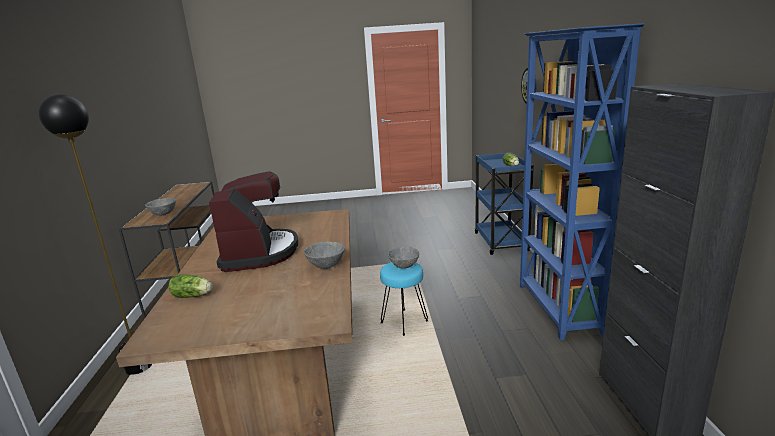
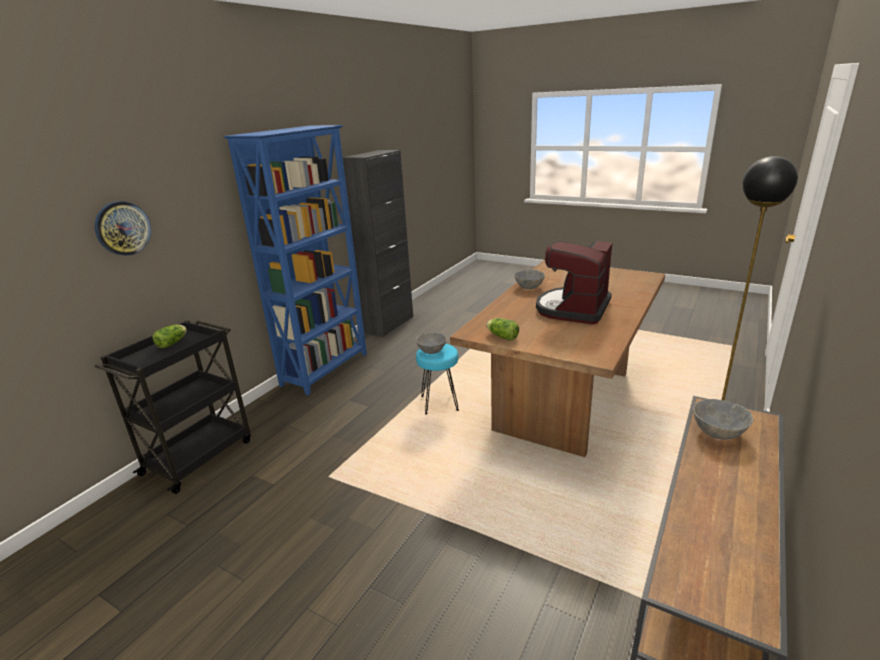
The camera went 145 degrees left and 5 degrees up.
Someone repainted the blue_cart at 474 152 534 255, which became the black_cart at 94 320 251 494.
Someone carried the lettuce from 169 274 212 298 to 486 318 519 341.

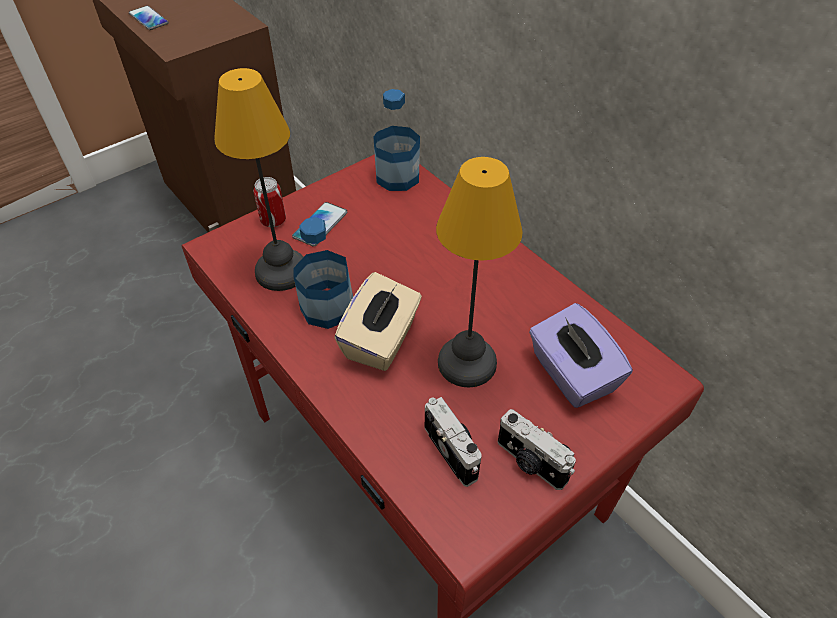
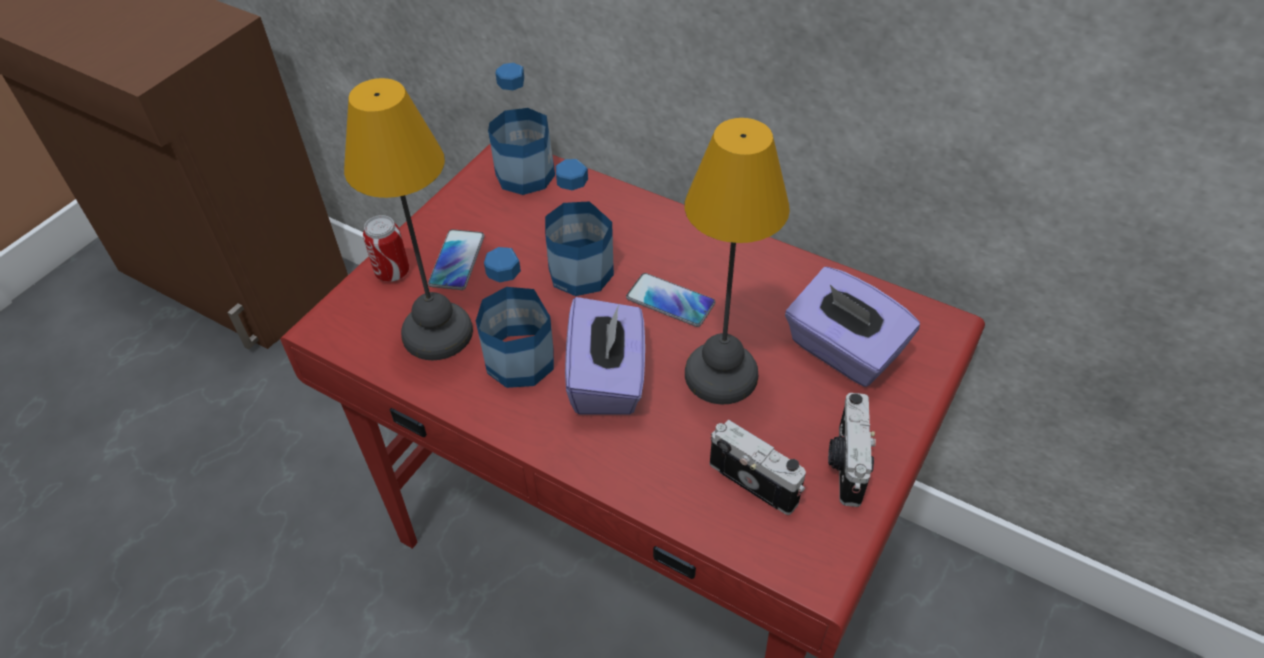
The camera went 20 degrees left and 0 degrees up.
Someone carried the phone from 129 6 169 30 to 626 273 715 327.
Someone repainted the beige_tissue_box at 334 272 422 371, which became the purple_tissue_box at 565 297 645 415.
Someone rotated the photo_camera at 498 409 576 490 by 75 degrees clockwise.
Someone put down the bottle at 545 159 614 296.

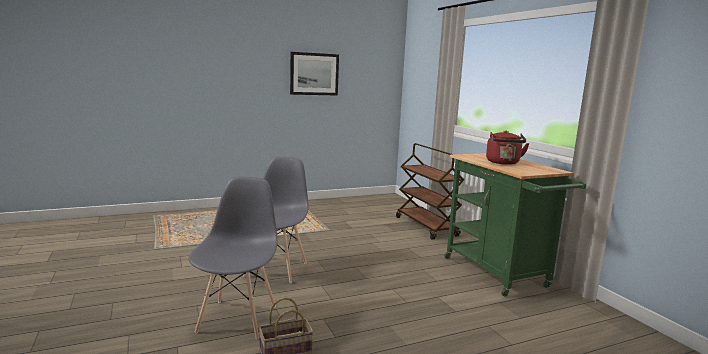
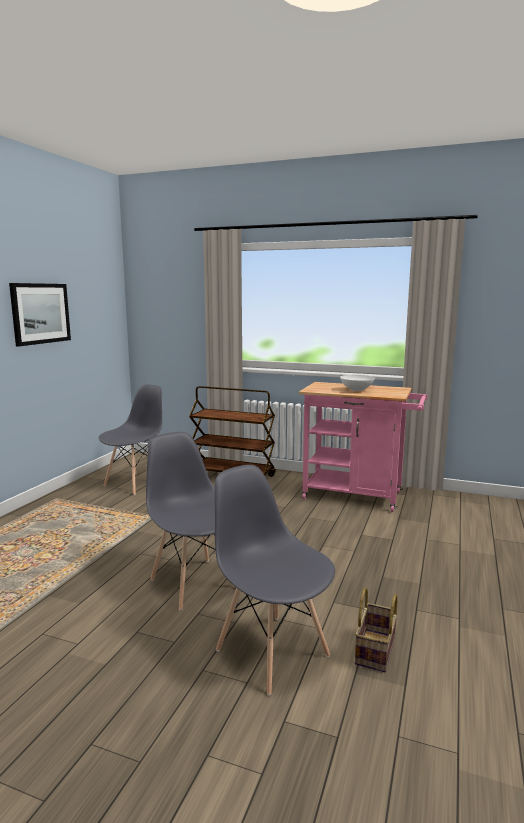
The camera went 45 degrees left and 0 degrees up.
Someone swapped the red_kettle at 486 131 530 165 for the white_bowl at 340 375 375 391.
Someone repainted the green_cart at 445 153 586 297, which became the pink_cart at 299 382 428 512.
Someone put down the grey_chair at 99 385 162 495.

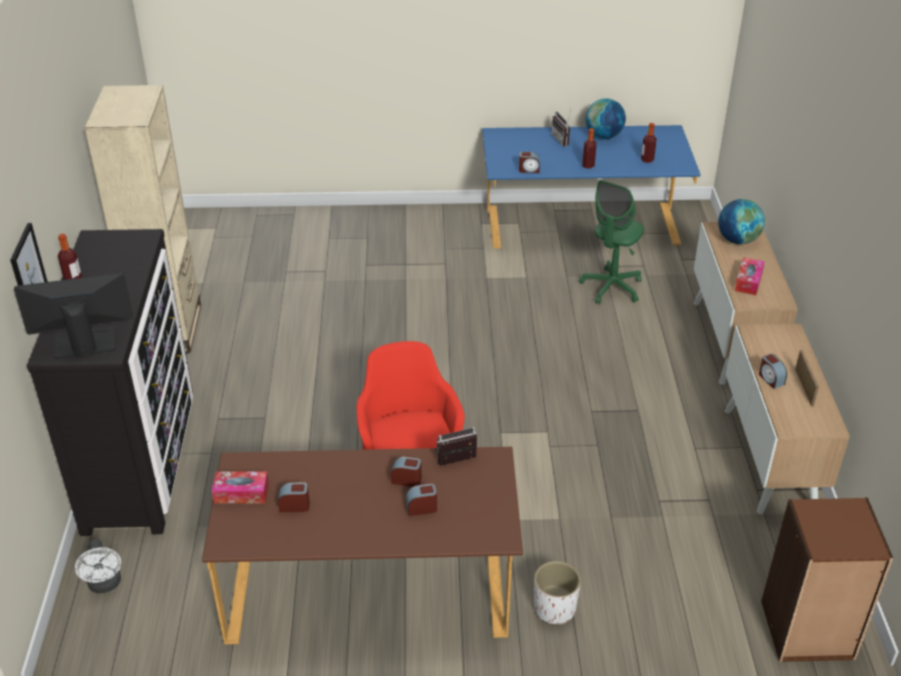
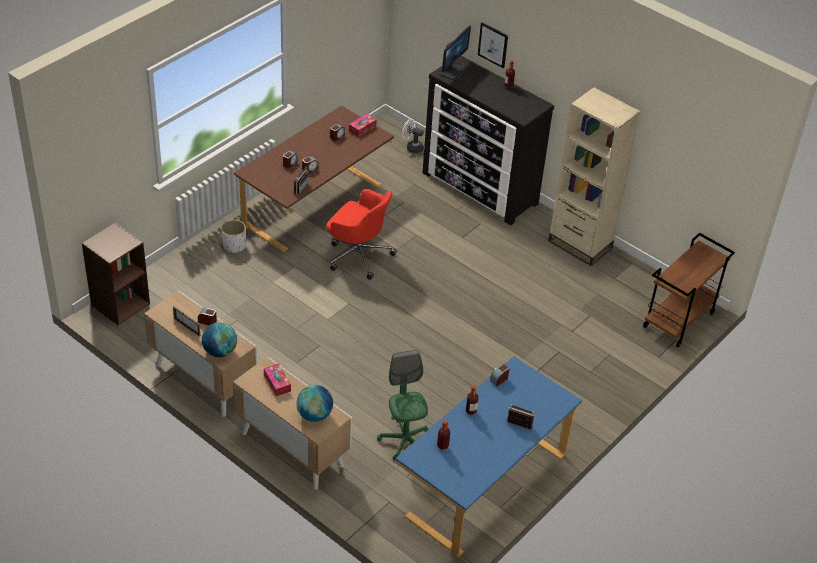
The camera went 130 degrees right and 5 degrees up.
Someone carried the globe from 586 98 626 139 to 202 322 237 357.
Someone put down the brown_cart at 643 233 735 347.

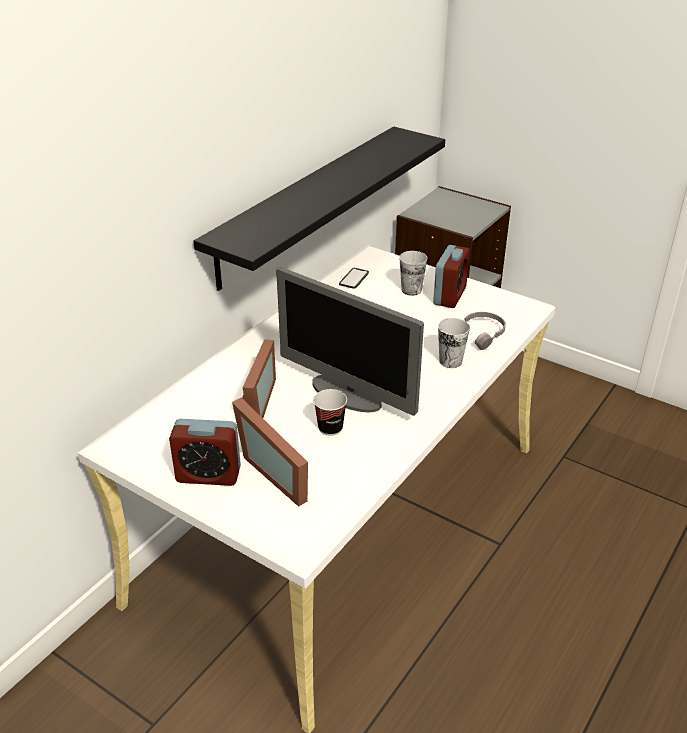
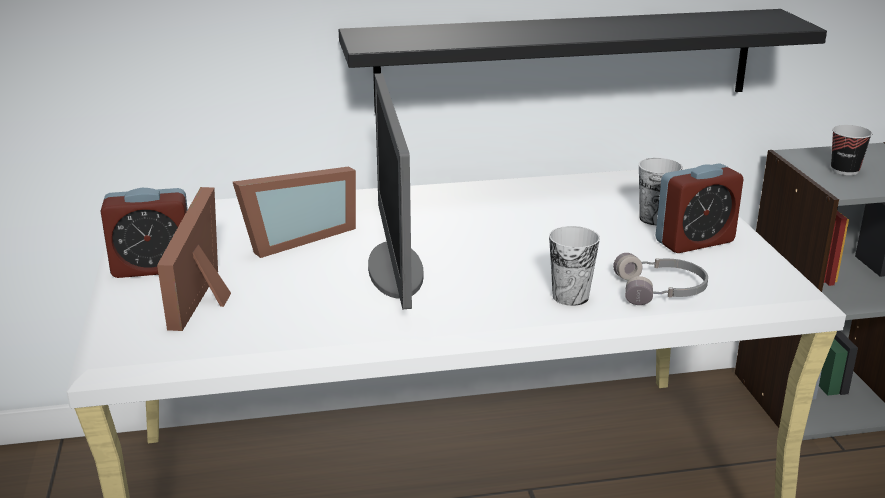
The camera went 45 degrees right and 10 degrees down.
Someone took away the phone at 339 268 369 289.
Someone carried the cup from 313 389 347 436 to 831 125 872 175.
Someone rotated the alarm_clock at 169 419 241 486 by 60 degrees counterclockwise.

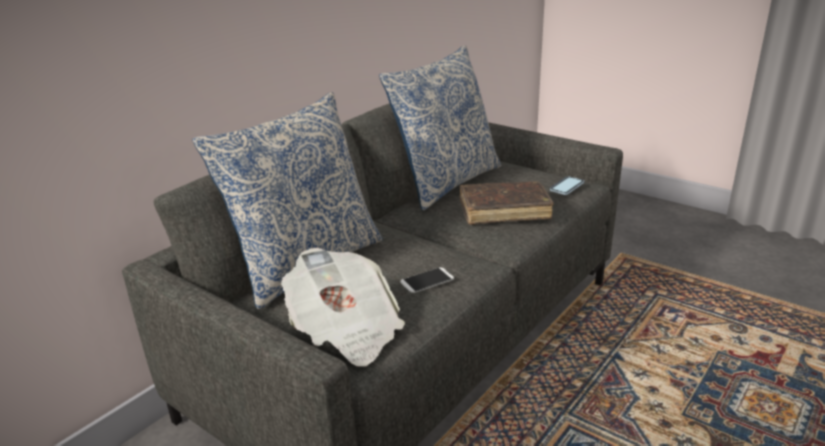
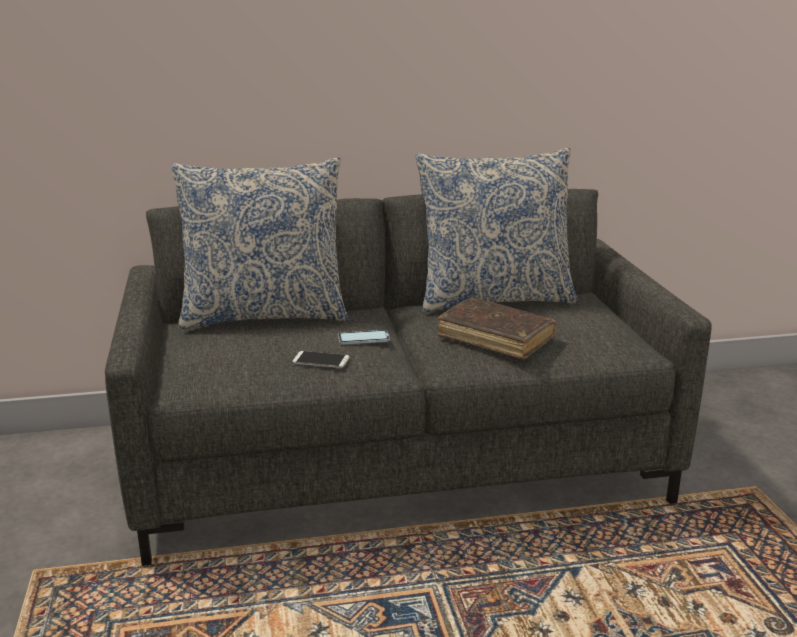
The camera went 40 degrees right and 5 degrees down.
Someone carried the phone from 550 177 584 195 to 338 330 390 345.
Someone took away the newspaper at 281 248 405 367.

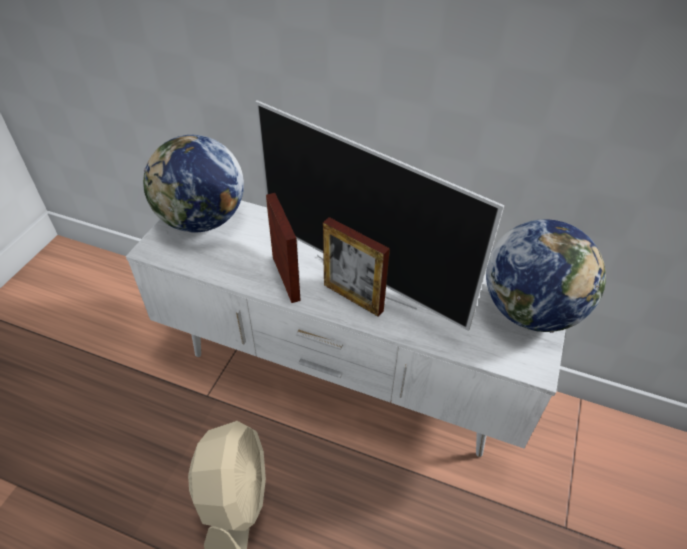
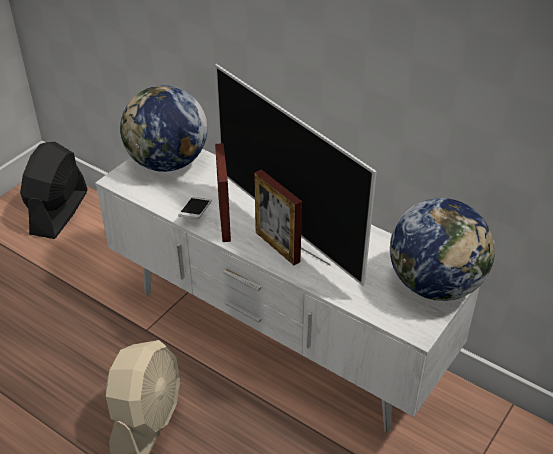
The camera went 15 degrees right and 5 degrees down.
Someone put down the black_fan at 20 142 87 239.
Someone put down the phone at 178 197 212 219.

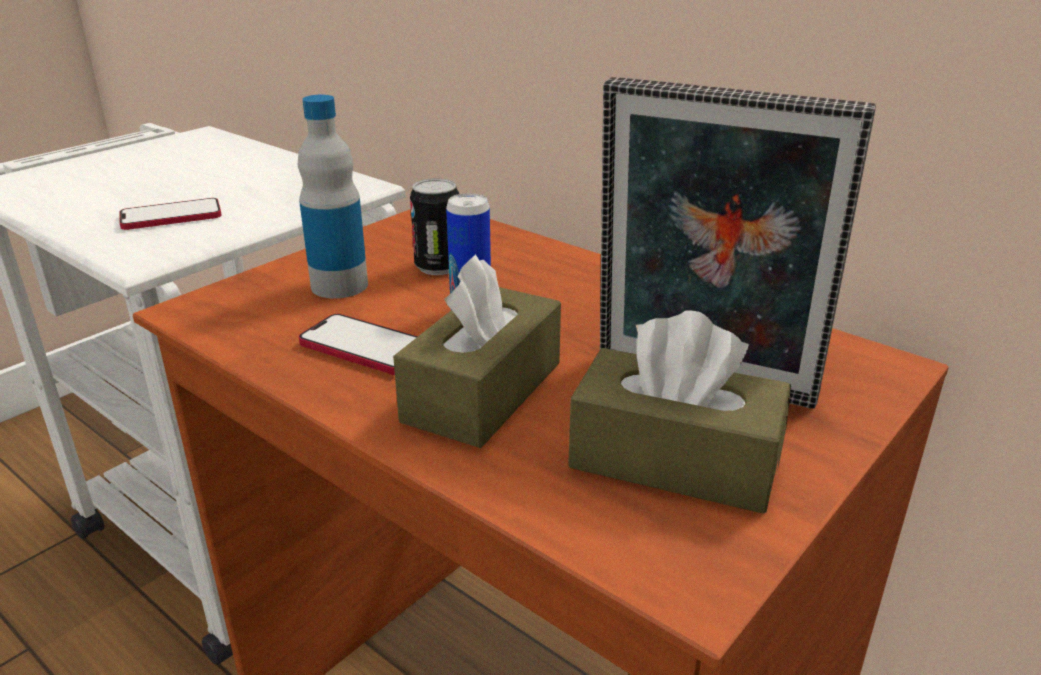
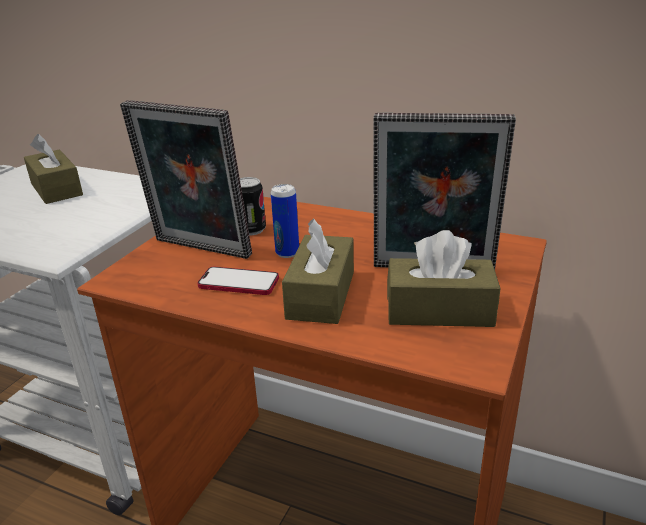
The camera went 15 degrees left and 0 degrees up.
Someone swapped the bottle at 298 95 368 298 for the picture_frame at 120 100 252 259.
Someone took away the phone at 119 198 222 230.
Someone put down the brown_tissue_box at 24 134 83 204.

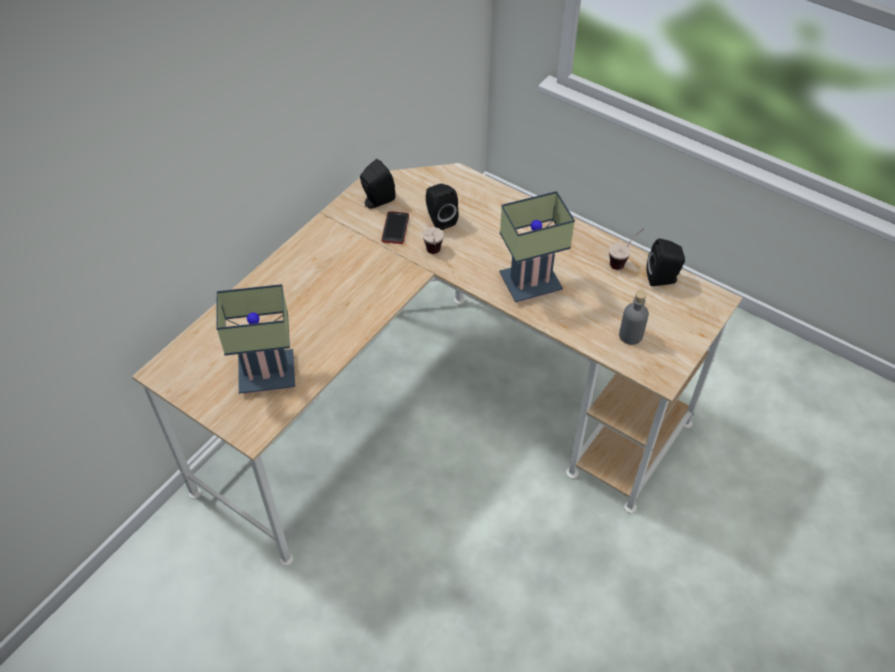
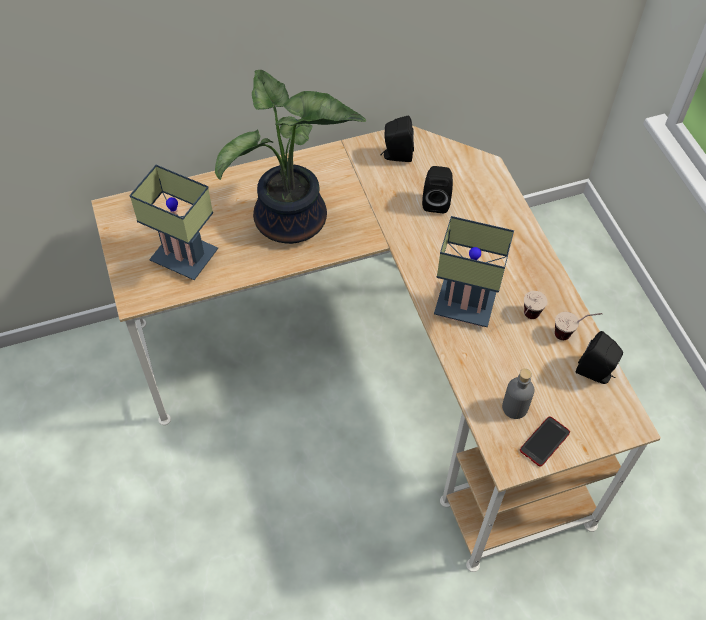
The camera went 35 degrees right and 5 degrees up.
Someone carried the phone from 382 211 409 244 to 520 416 570 467.
Someone carried the cup from 423 227 444 254 to 524 291 547 319.
Someone put down the potted_plant at 215 70 366 244.

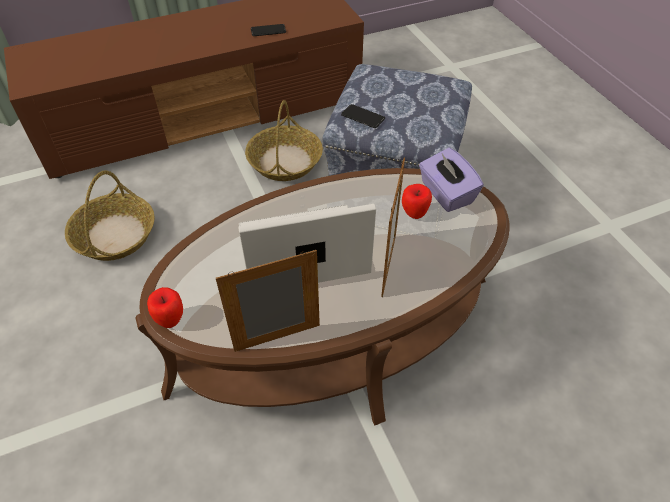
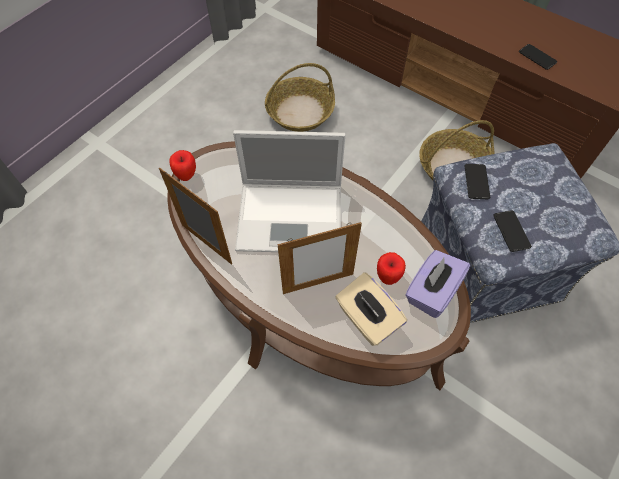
The camera went 60 degrees right and 10 degrees up.
Someone rotated the laptop at 238 204 376 283 by 135 degrees clockwise.
Someone put down the phone at 493 210 531 252.
Someone put down the beige_tissue_box at 335 272 407 346.

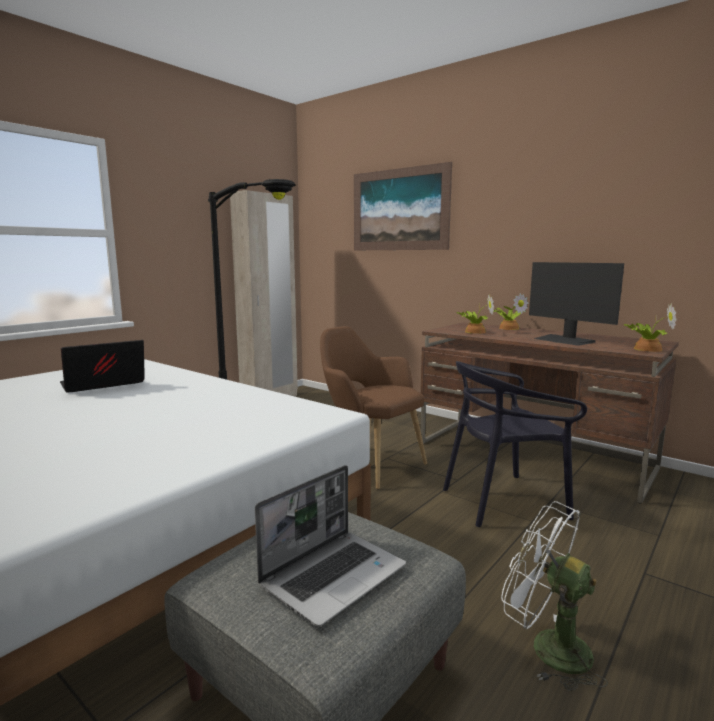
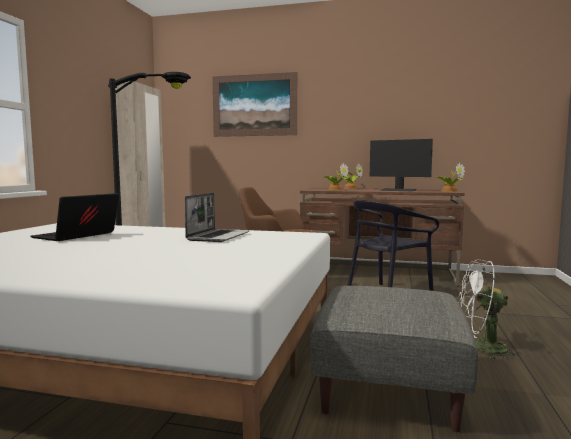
The camera went 25 degrees left and 5 degrees down.
Someone carried the laptop from 255 465 406 627 to 185 193 249 242.

